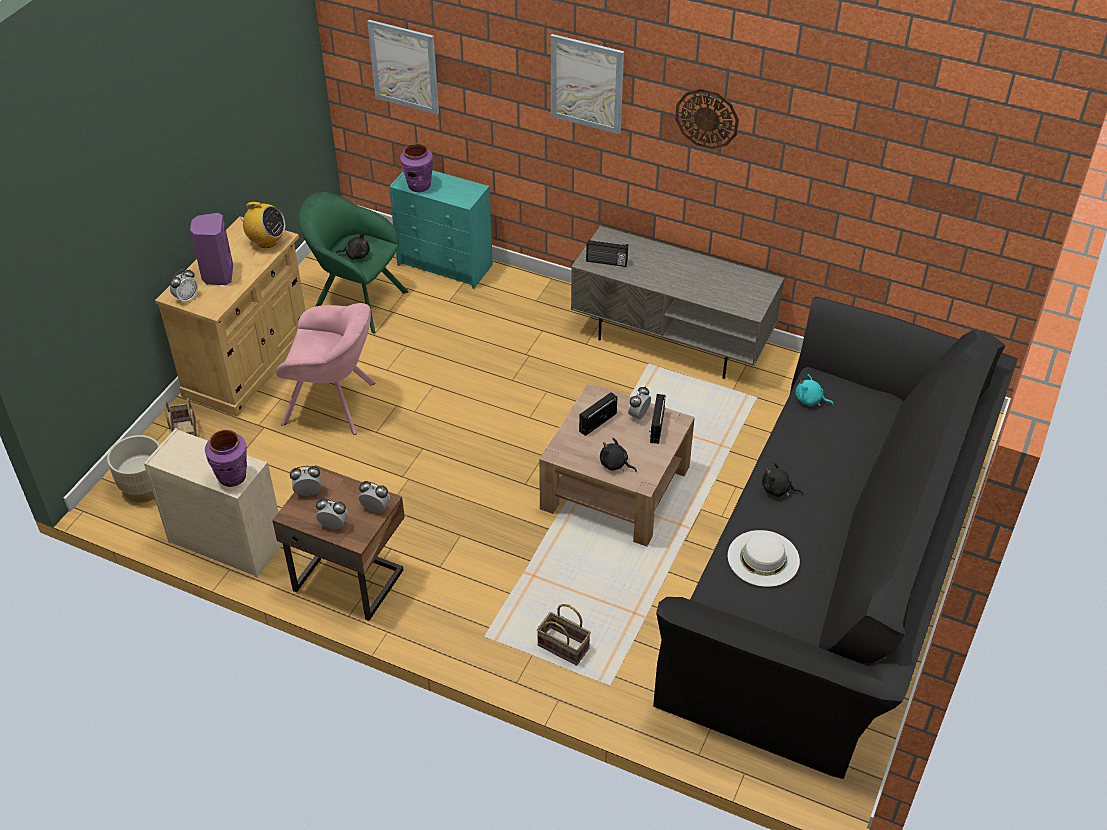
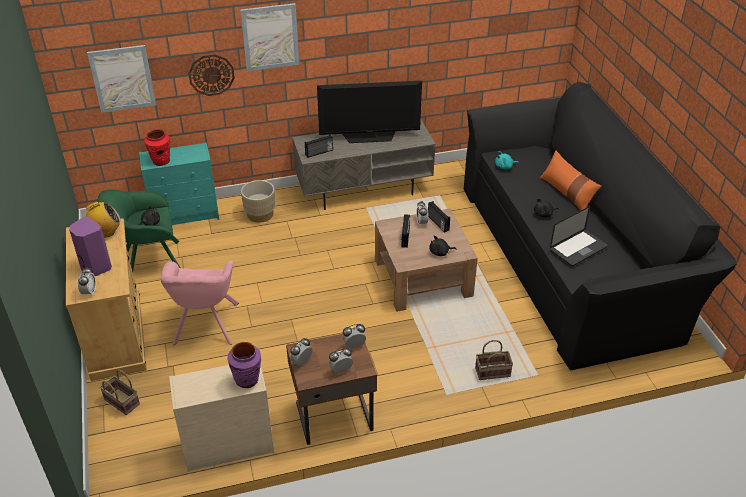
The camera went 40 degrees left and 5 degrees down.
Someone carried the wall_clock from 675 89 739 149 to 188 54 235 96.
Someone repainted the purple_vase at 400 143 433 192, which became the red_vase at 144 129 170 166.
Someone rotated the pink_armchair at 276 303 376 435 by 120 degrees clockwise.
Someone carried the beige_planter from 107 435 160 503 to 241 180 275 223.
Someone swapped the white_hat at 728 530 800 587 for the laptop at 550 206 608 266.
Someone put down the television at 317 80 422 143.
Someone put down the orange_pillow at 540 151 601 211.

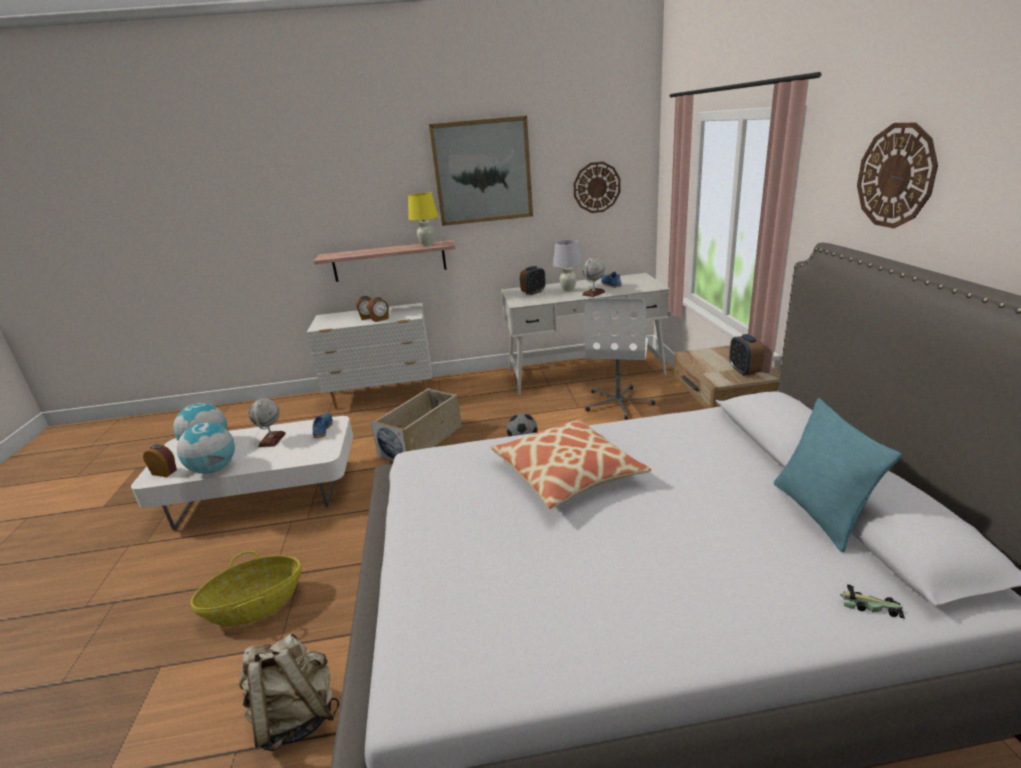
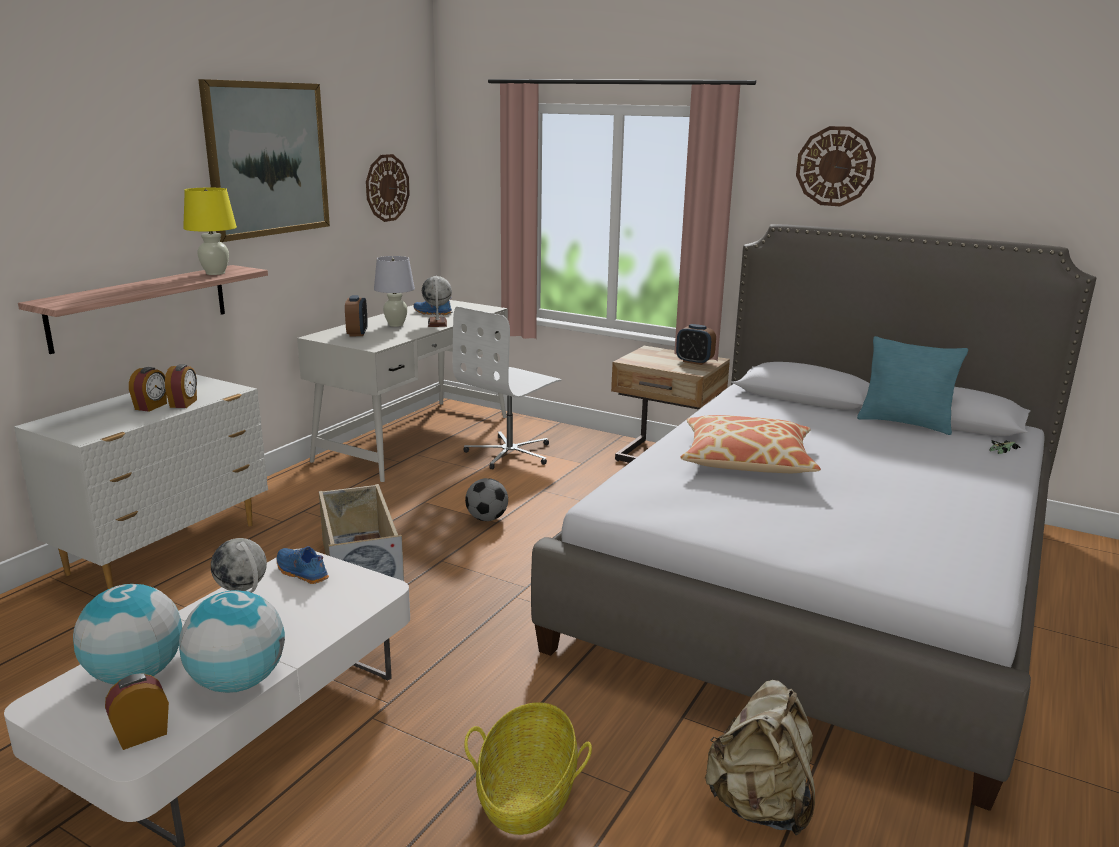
The camera went 55 degrees left and 5 degrees down.
Someone rotated the white_office_chair at 584 298 655 420 by 75 degrees clockwise.

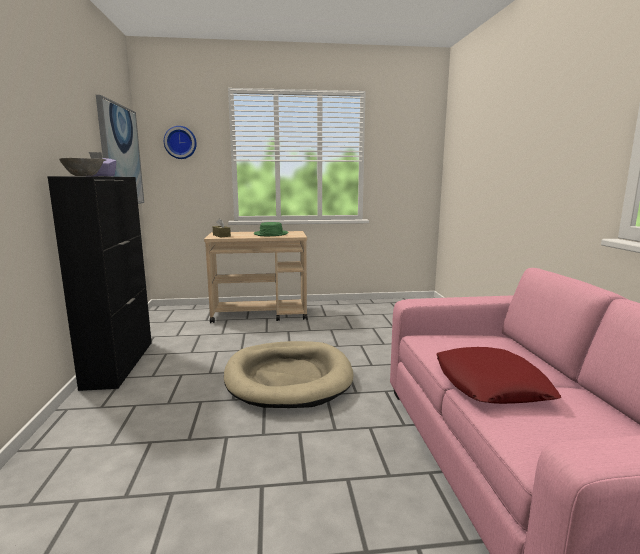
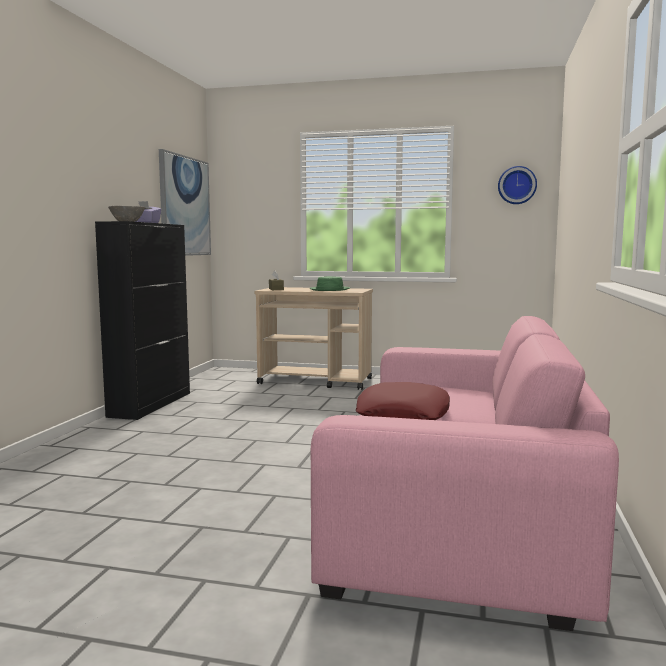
The camera went 20 degrees right and 5 degrees down.
Someone carried the wall_clock from 164 126 197 159 to 498 166 537 204.
Someone took away the beige_dog_bed at 224 341 354 408.

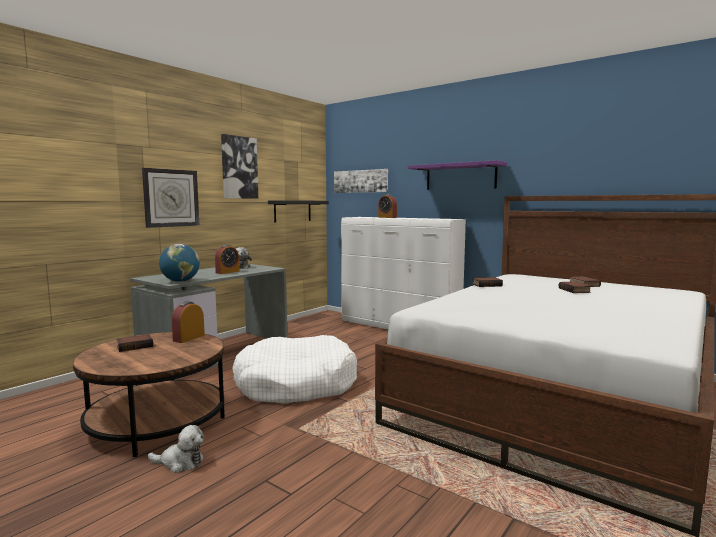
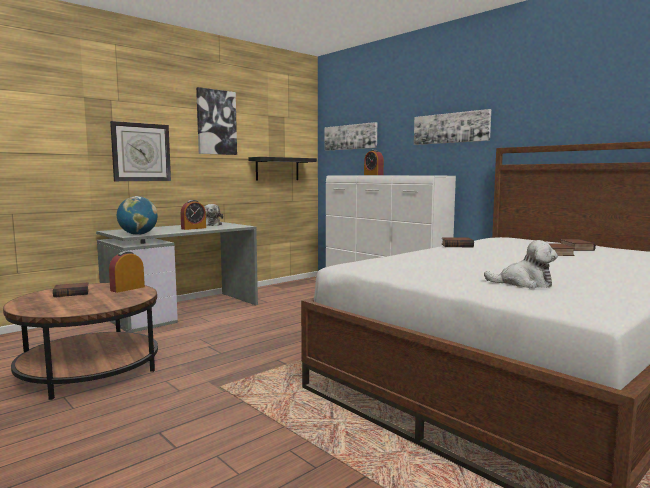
The camera went 10 degrees right and 0 degrees up.
Someone swapped the purple_shelf at 408 160 507 190 for the picture at 414 109 491 145.
Someone took away the white_dog_bed at 232 335 357 404.
Someone carried the plush_toy from 148 425 204 473 to 484 240 558 288.

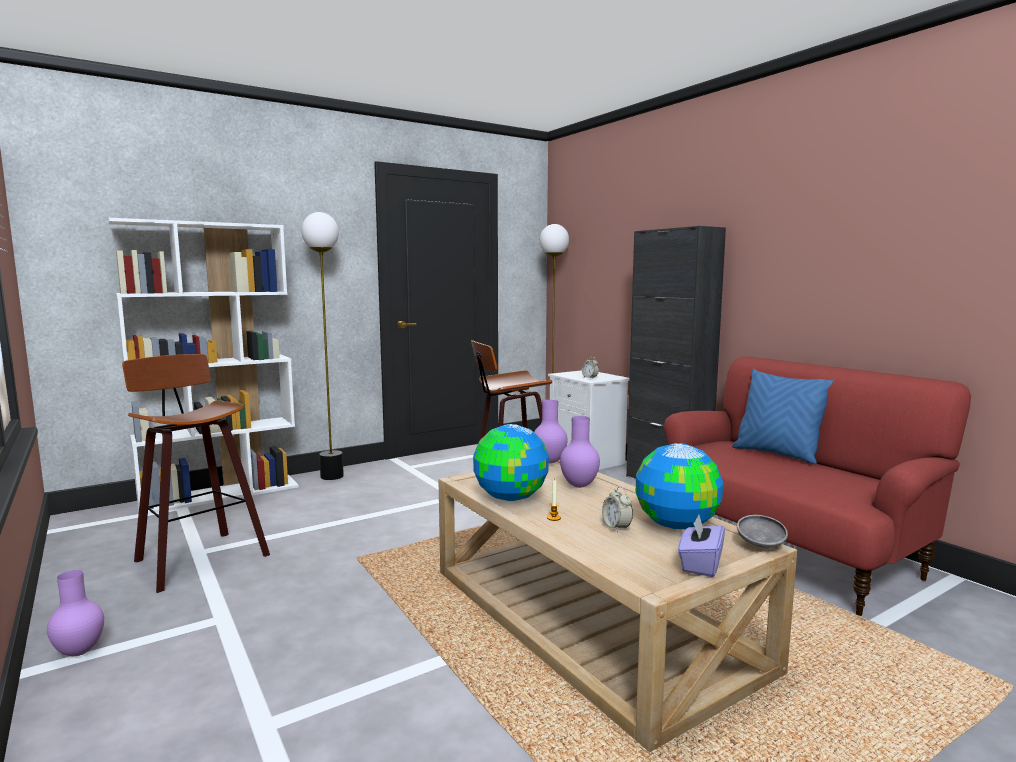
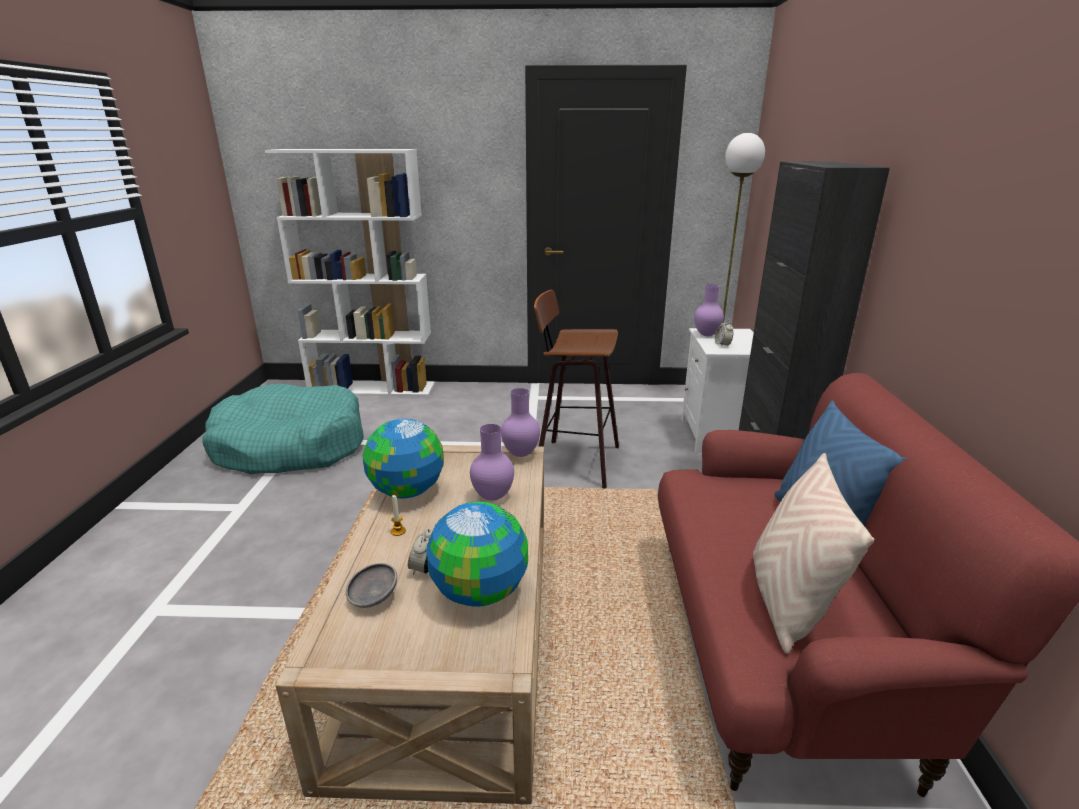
The camera went 35 degrees right and 15 degrees up.
Someone took away the floor_lamp at 301 212 344 480.
Someone swapped the stool at 122 354 270 593 for the turquoise_dog_bed at 202 384 364 474.
Someone took away the purple_tissue_box at 678 515 725 577.
Someone carried the grey_bowl from 737 515 788 548 to 346 563 397 608.
Someone carried the purple_vase from 47 570 104 656 to 694 284 724 336.
Someone put down the beige_pillow at 753 453 874 654.

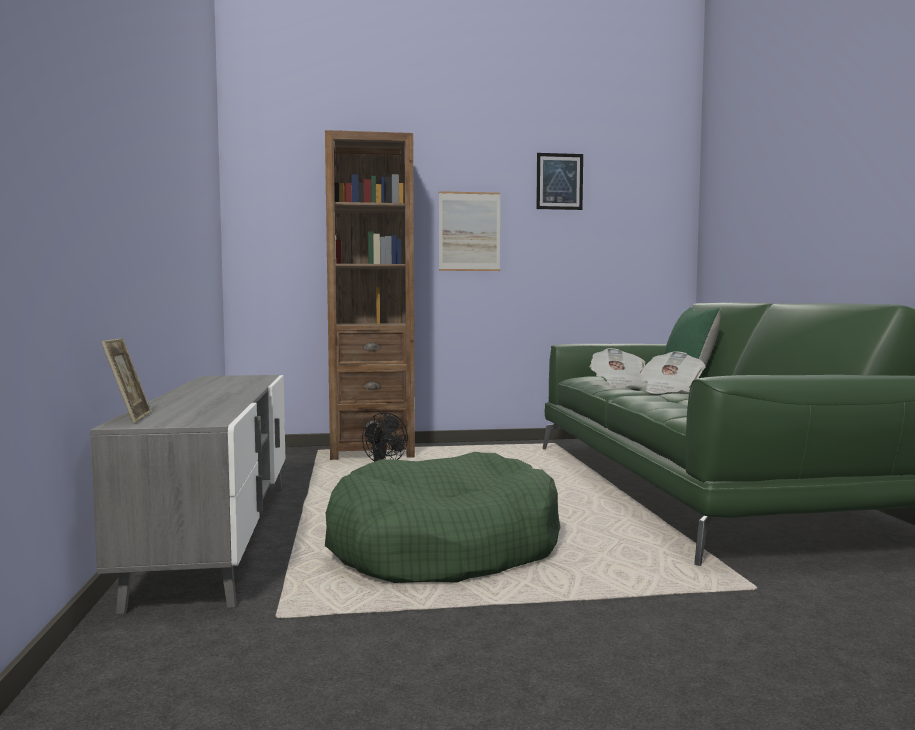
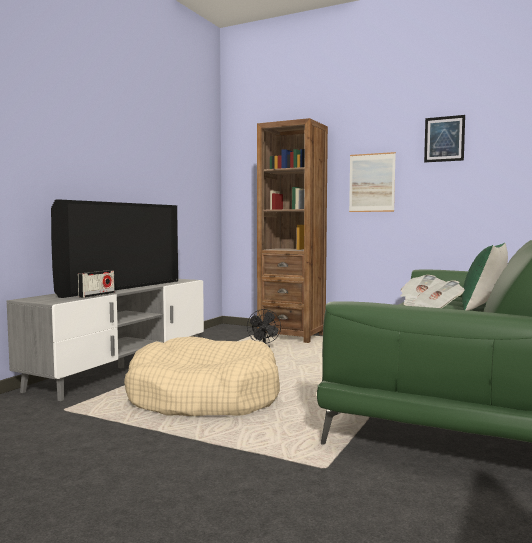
The camera went 35 degrees right and 0 degrees up.
Someone took away the picture_frame at 101 338 151 423.
Someone repainted the green_dog_bed at 325 452 560 583, which became the beige_dog_bed at 124 336 280 416.
Someone put down the television at 51 200 178 298.
Someone put down the radio at 78 270 115 298.

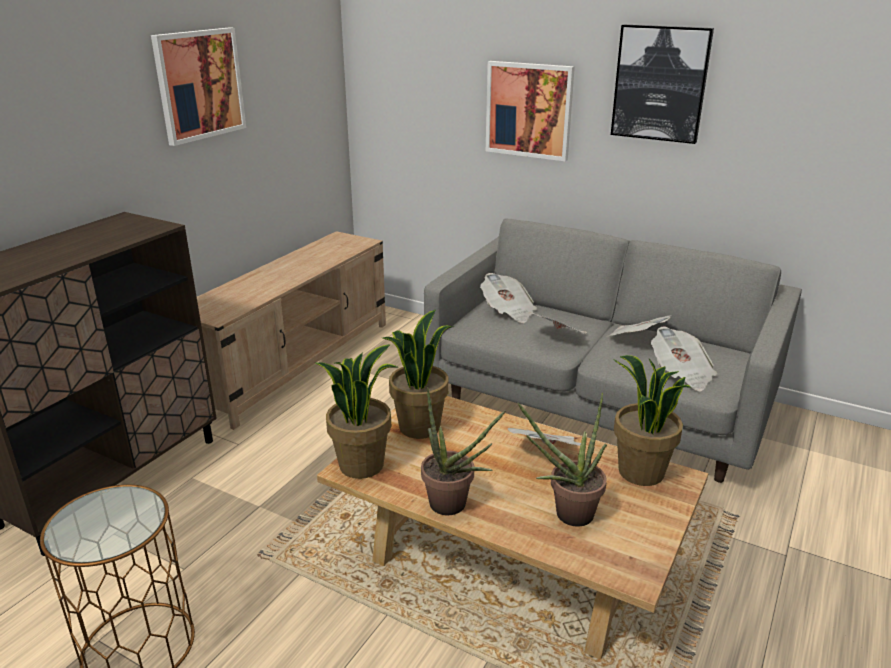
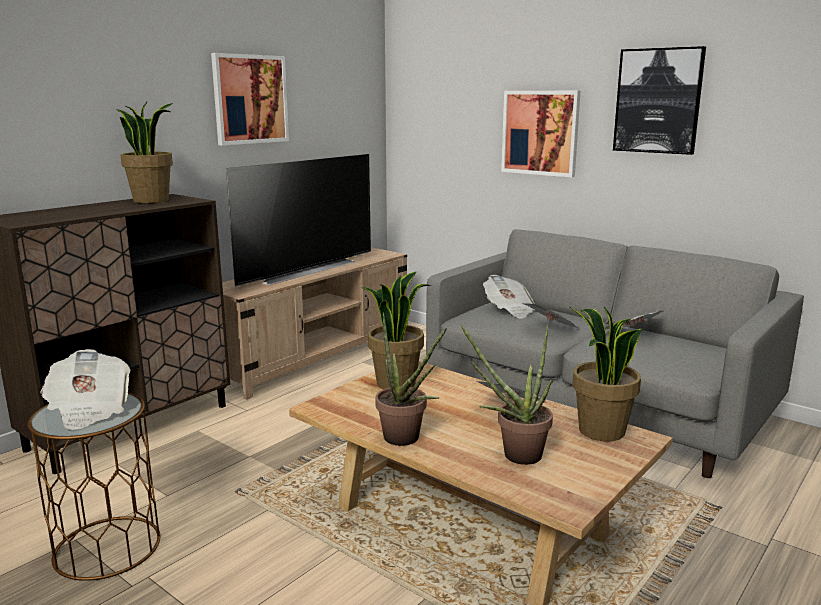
The camera went 10 degrees right and 10 degrees down.
Someone carried the newspaper from 651 327 717 392 to 40 349 130 430.
Someone carried the potted_plant from 314 344 398 479 to 115 101 173 203.
Someone put down the television at 226 154 371 286.

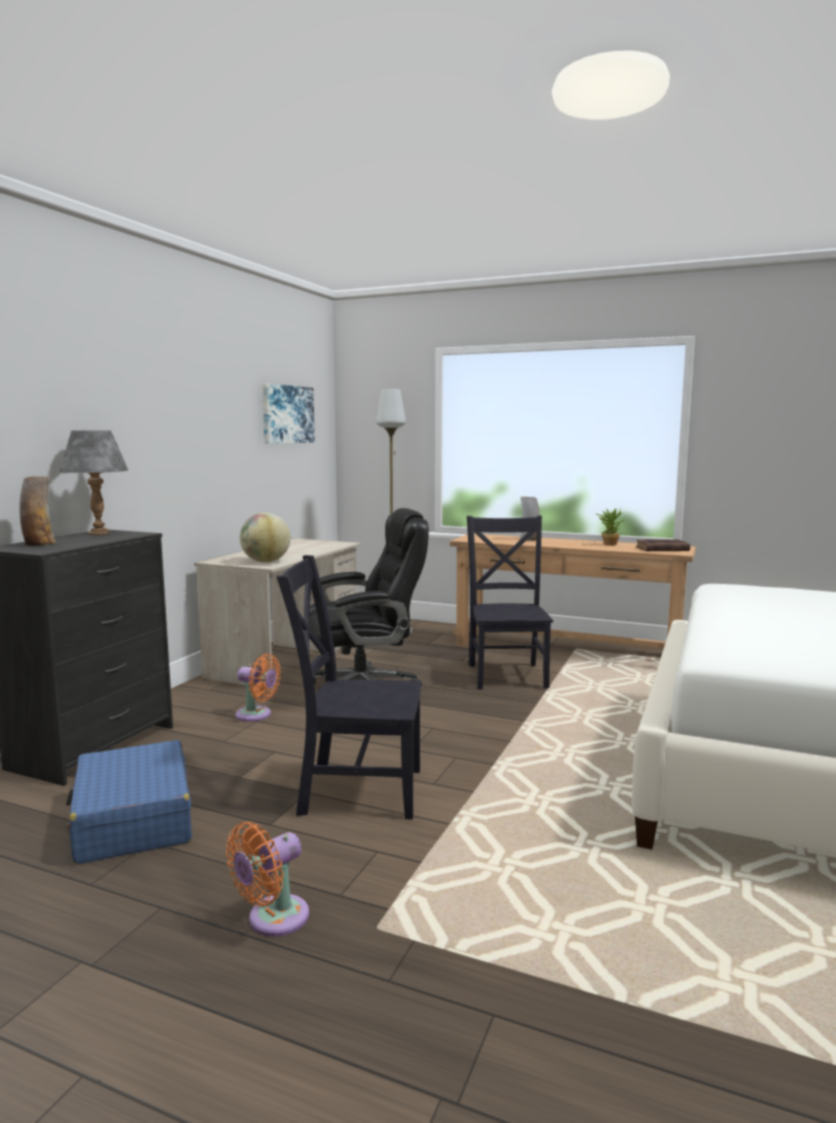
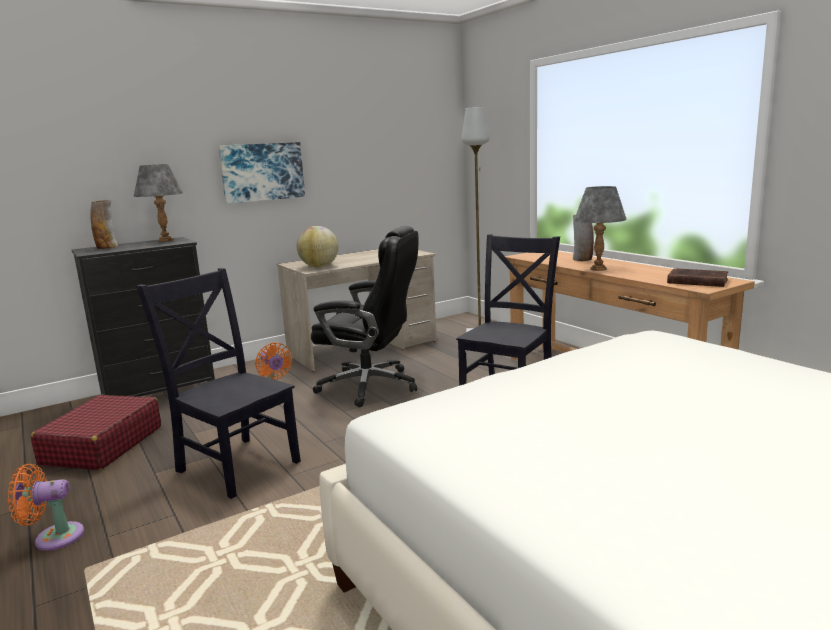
The camera went 35 degrees right and 5 degrees up.
Someone carried the picture from 262 383 315 444 to 218 142 305 204.
Someone took away the potted_plant at 596 507 625 546.
Someone repainted the blue_suitcase at 66 740 192 864, which became the red_suitcase at 31 395 161 470.
Someone put down the grey_table_lamp at 574 186 627 271.

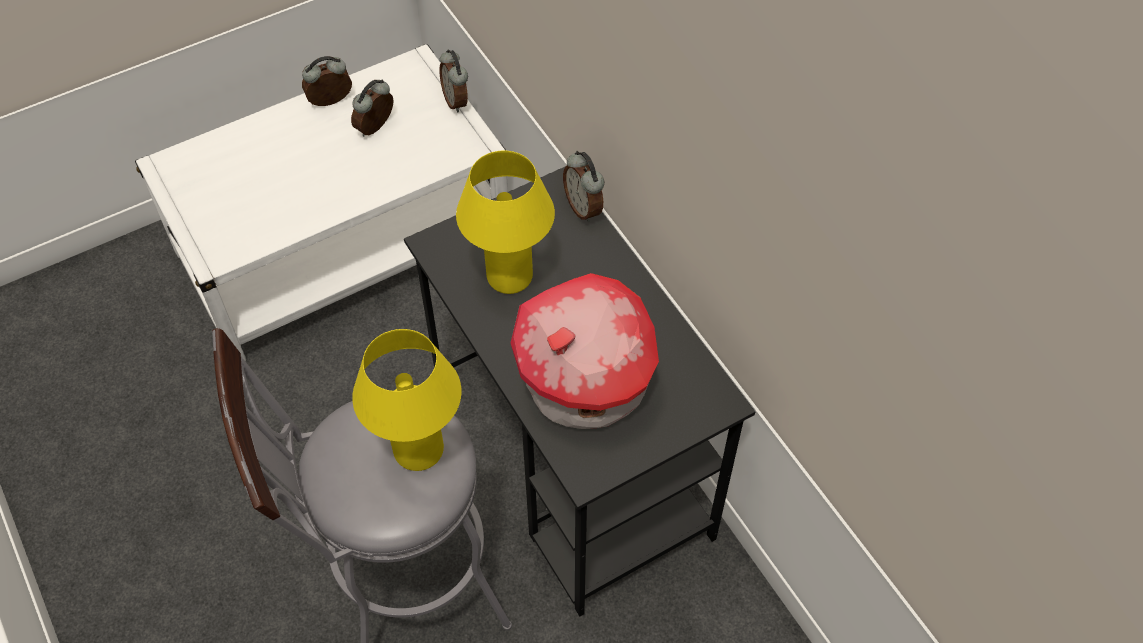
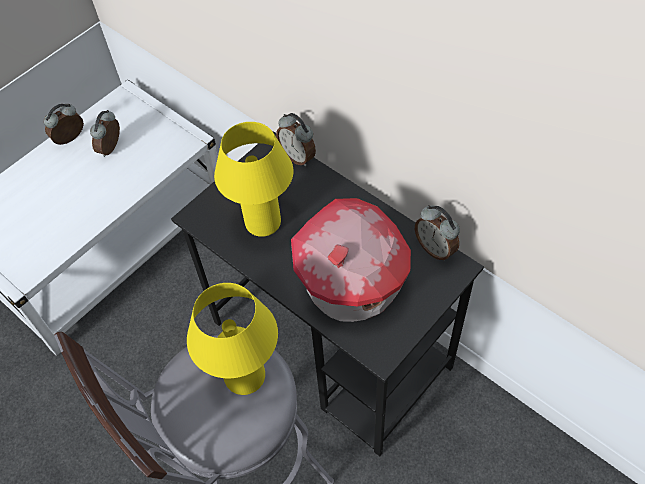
The camera went 15 degrees left and 0 degrees up.
Someone carried the alarm_clock from 439 50 468 113 to 415 205 460 261.

